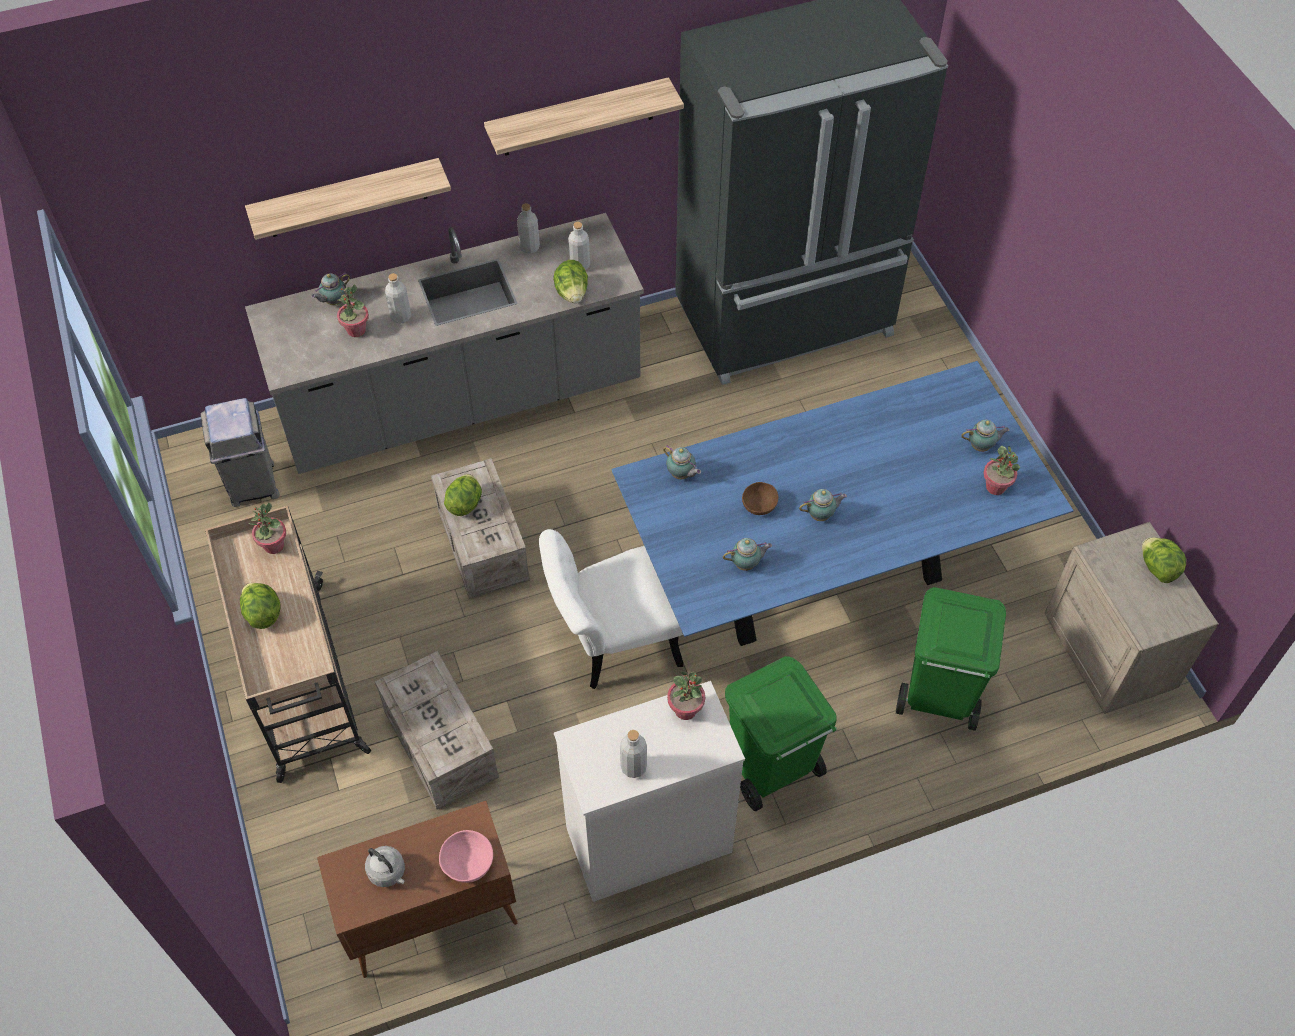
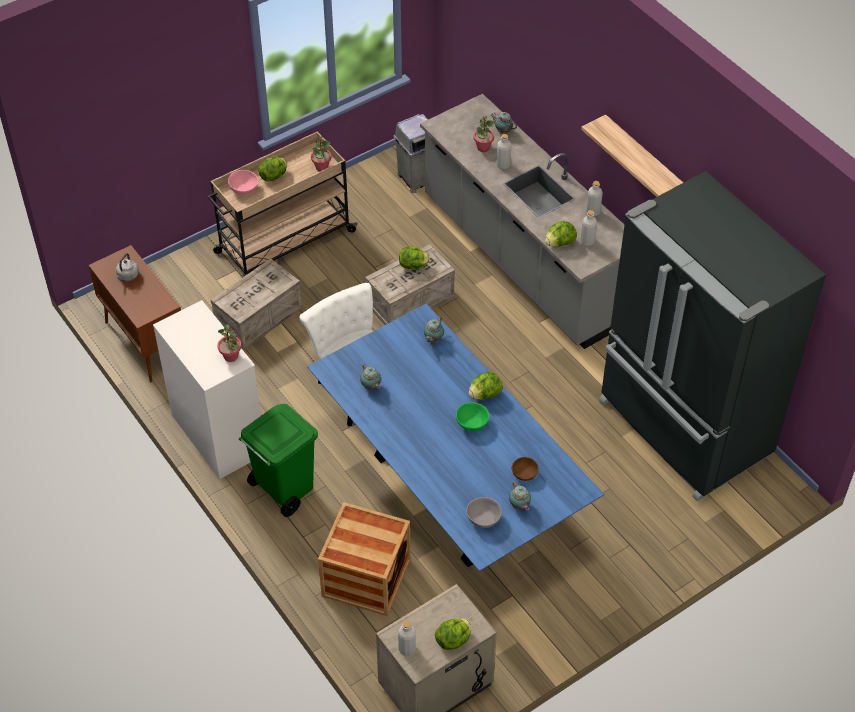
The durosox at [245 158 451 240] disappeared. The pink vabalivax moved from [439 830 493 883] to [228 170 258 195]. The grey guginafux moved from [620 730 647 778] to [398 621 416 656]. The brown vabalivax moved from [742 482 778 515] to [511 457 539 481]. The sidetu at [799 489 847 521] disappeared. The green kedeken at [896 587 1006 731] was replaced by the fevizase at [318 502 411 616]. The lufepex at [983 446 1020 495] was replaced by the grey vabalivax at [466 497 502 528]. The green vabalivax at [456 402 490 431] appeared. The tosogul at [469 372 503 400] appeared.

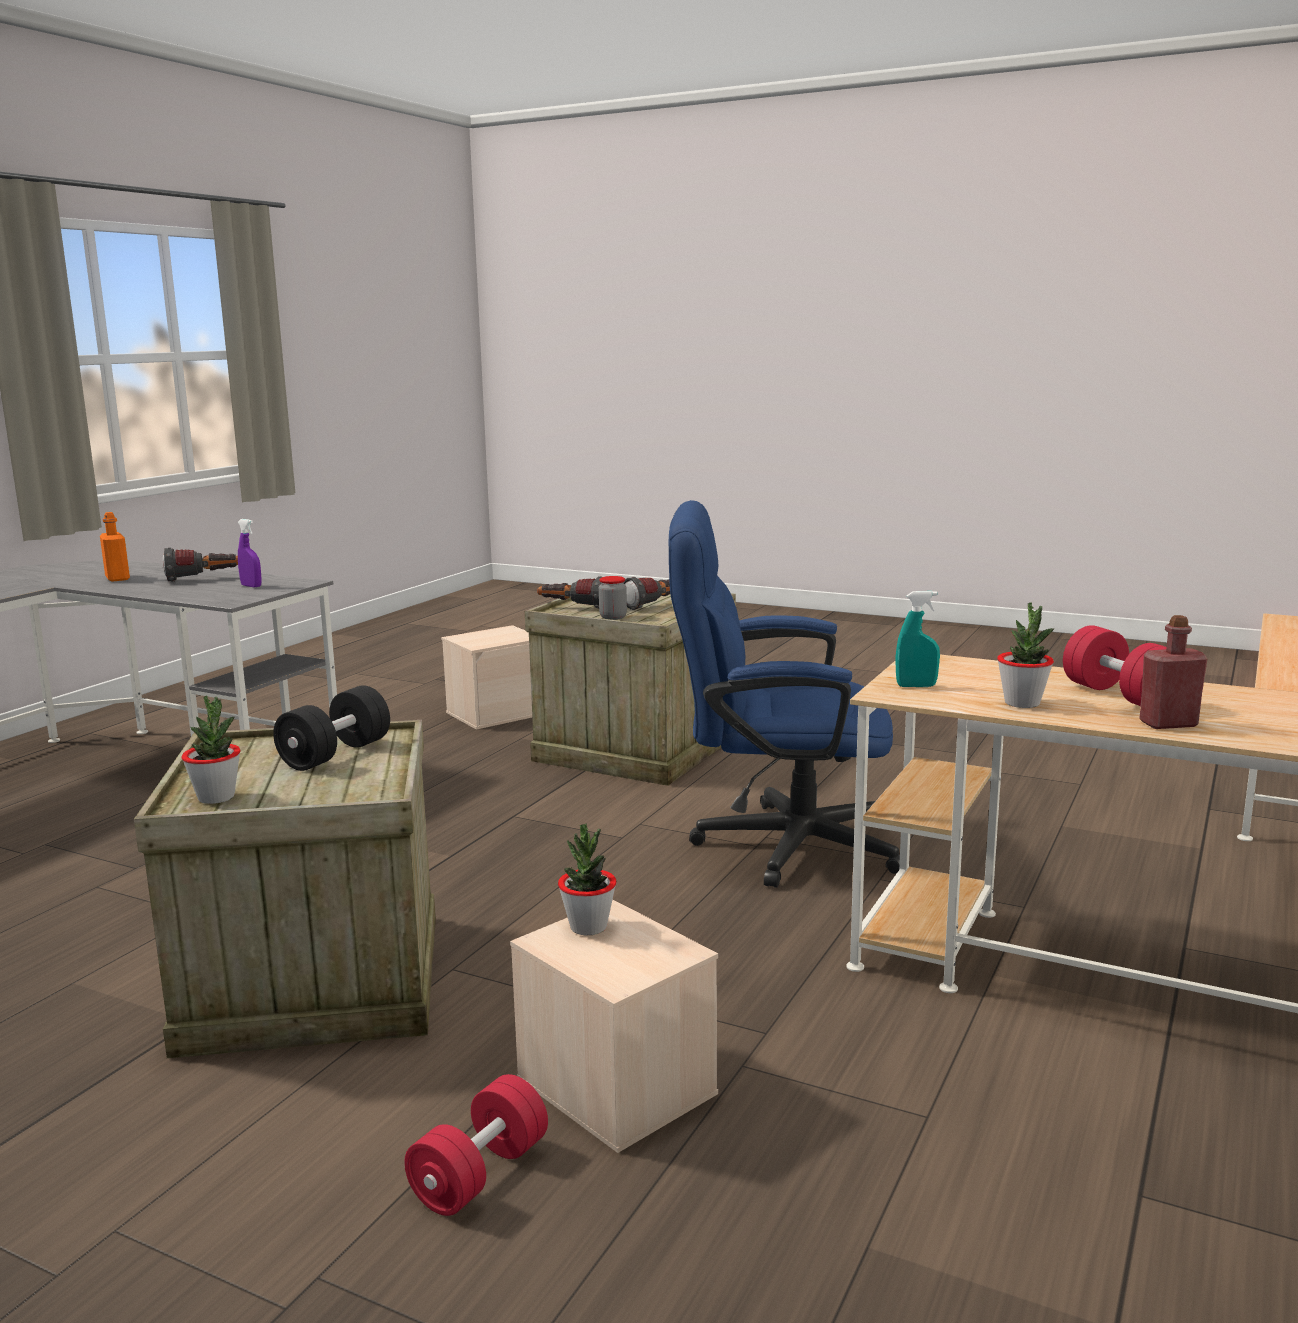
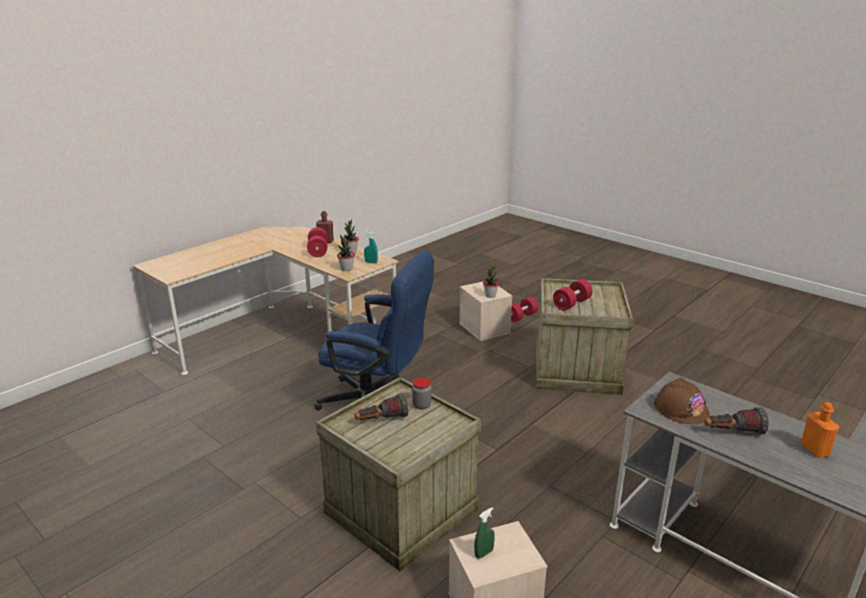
The lufepex moved from [182 696 240 804] to [337 235 355 271]. The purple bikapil at [238 519 262 587] was replaced by the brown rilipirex at [654 378 710 424]. The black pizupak at [273 685 390 771] became the red pizupak at [553 279 593 310]. The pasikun at [537 576 602 608] disappeared. The green bikapil at [474 507 495 559] appeared.

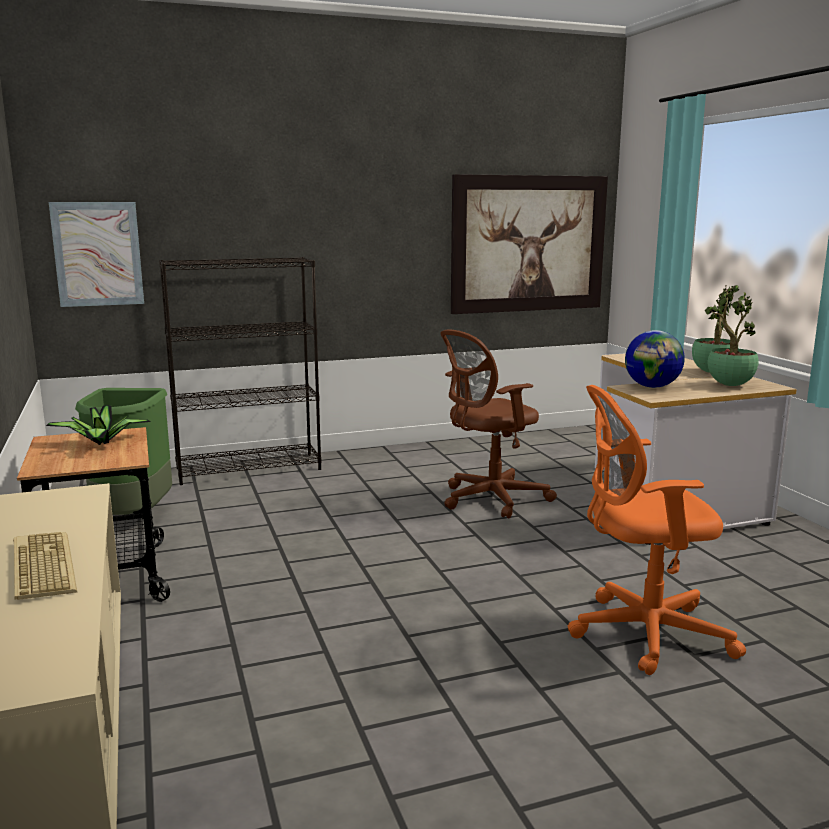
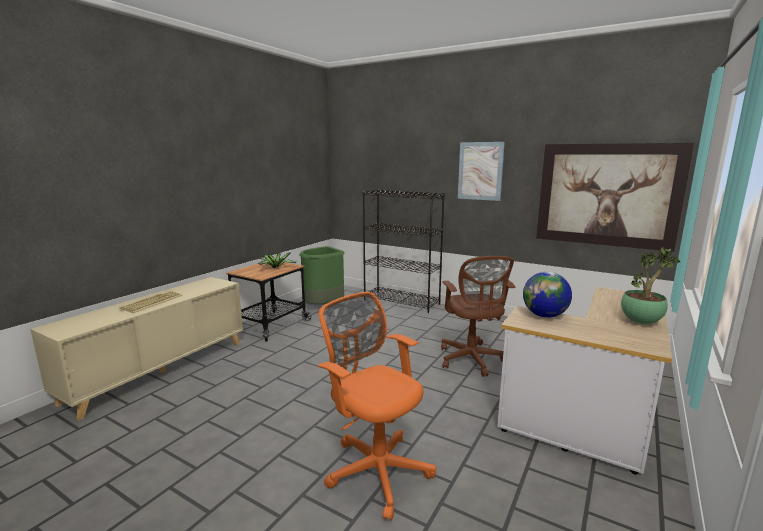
The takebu moved from [49 202 144 307] to [458 142 505 201]. The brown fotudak at [441 329 557 519] turned 120 degrees counterclockwise. The lufepex at [705 291 759 386] disappeared.

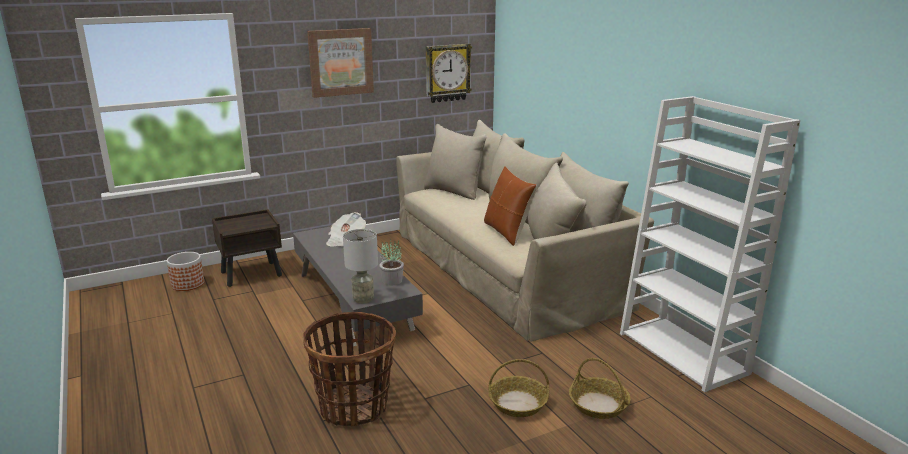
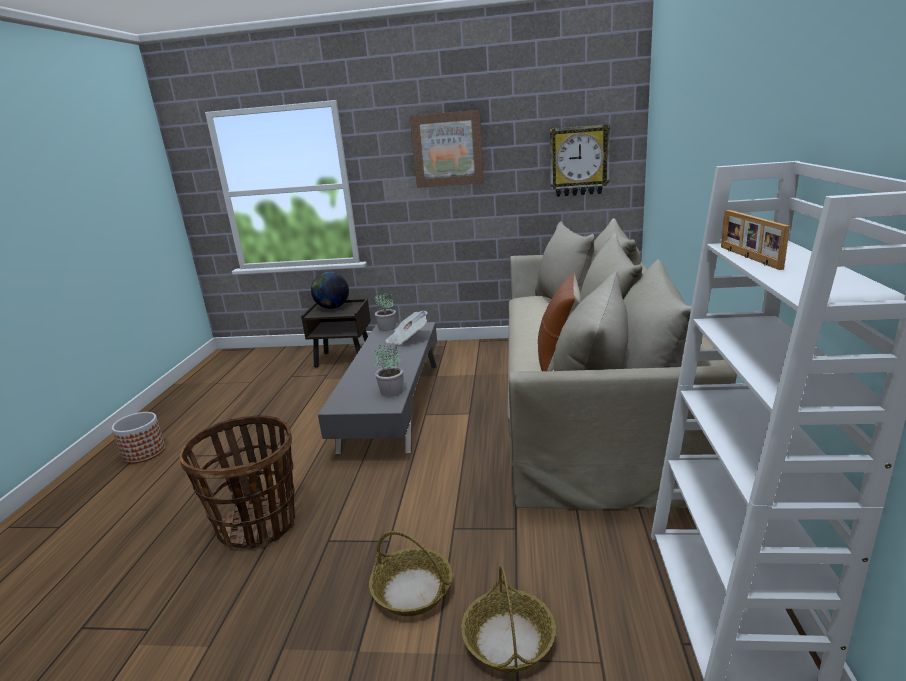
The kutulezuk moved from [167 252 204 291] to [112 412 165 463]. The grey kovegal at [343 229 378 304] disappeared. The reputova at [311 272 349 309] appeared. The lufepex at [375 292 396 331] appeared. The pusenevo at [721 210 790 270] appeared.

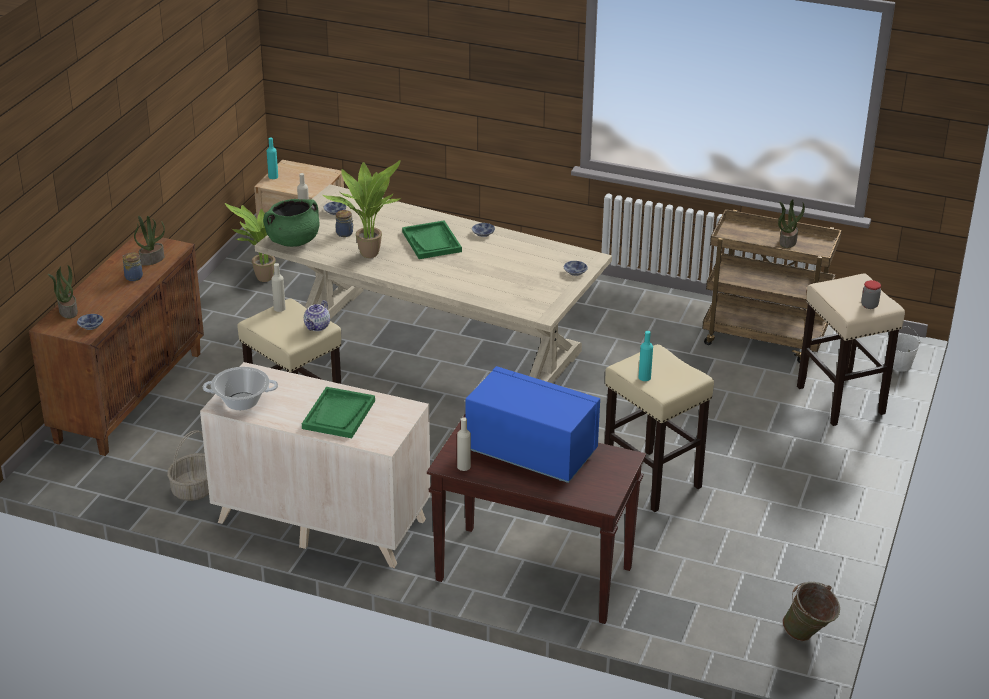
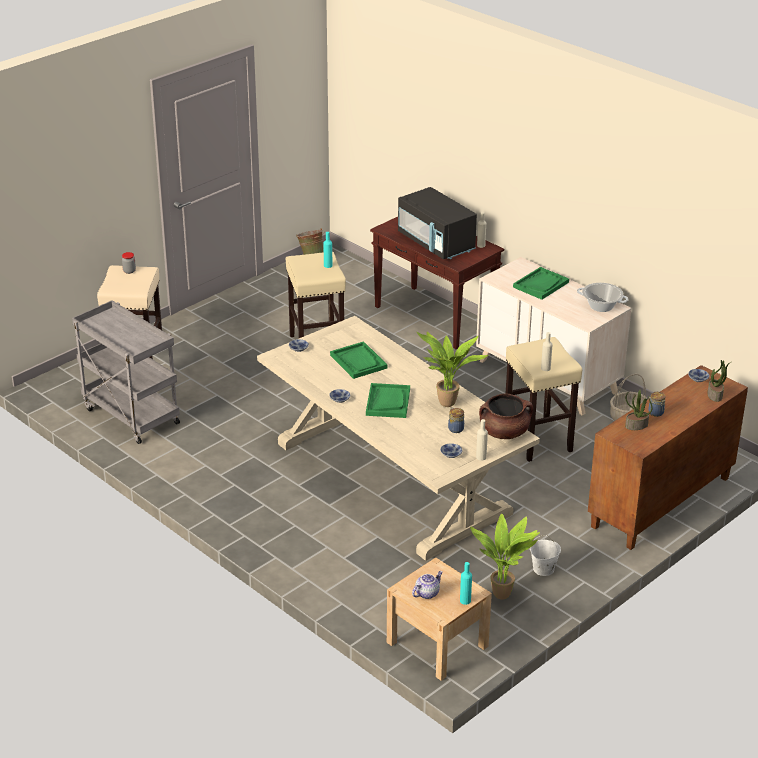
The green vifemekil at [263 199 319 247] became the brown vifemekil at [479 393 533 439]. The sidetu moved from [304 300 330 331] to [412 571 443 599]. The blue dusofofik at [465 366 600 483] became the black dusofofik at [398 187 477 259]. The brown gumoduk at [703 209 842 363] became the grey gumoduk at [72 300 180 444]. The lufepex at [778 199 805 248] disappeared. The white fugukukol moved from [888 326 920 372] to [530 535 561 576]. The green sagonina at [330 341 387 379] appeared.

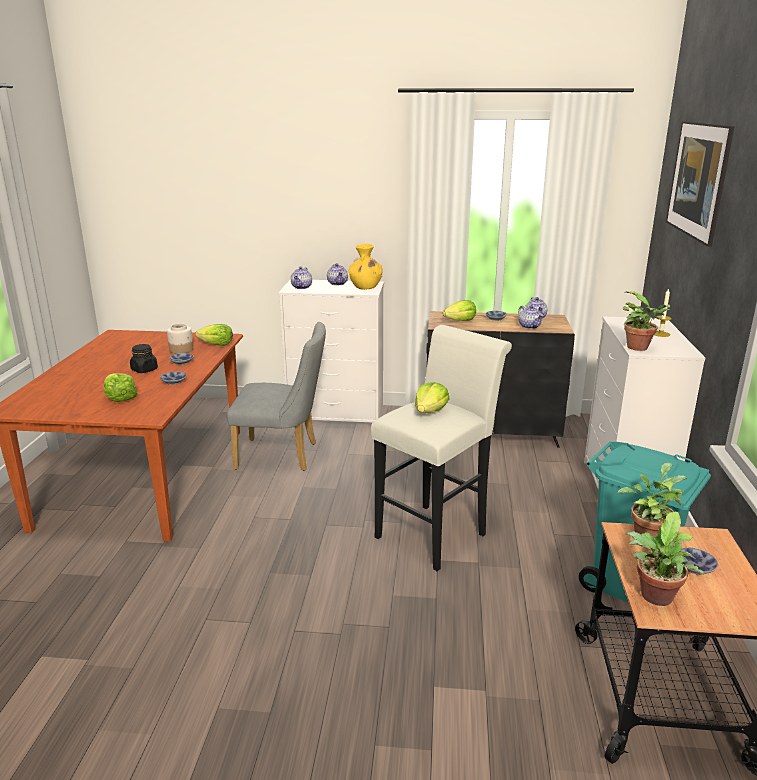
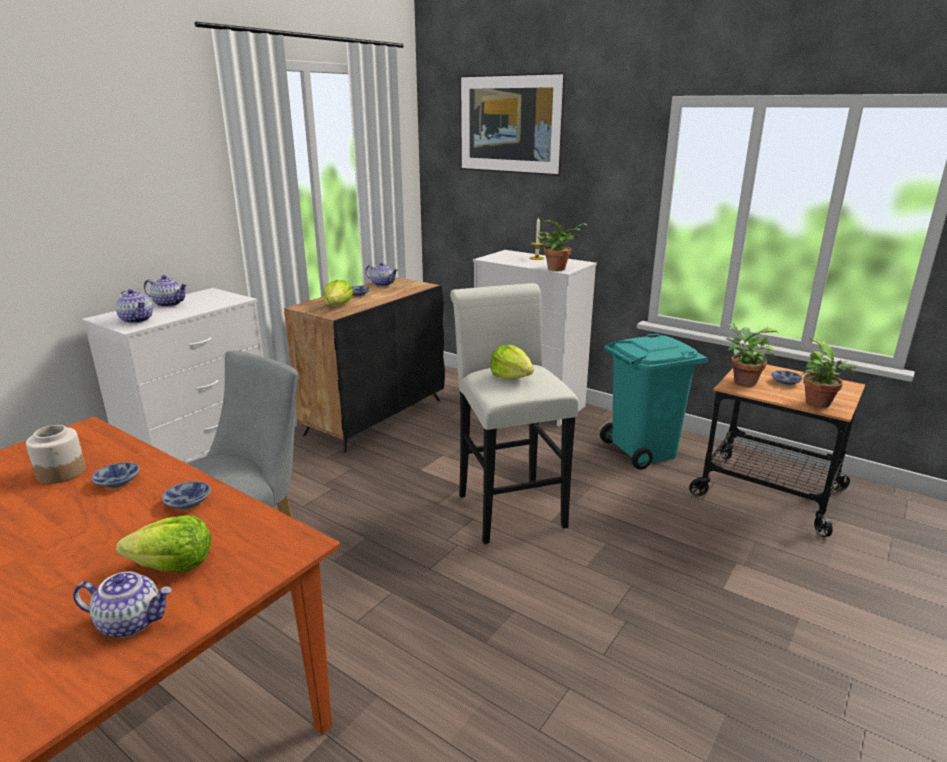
The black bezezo at [130 344 158 373] disappeared. The tosogul at [196 324 233 346] disappeared. The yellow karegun at [348 244 383 290] disappeared. The sidetu moved from [518 305 544 329] to [73 572 172 638].

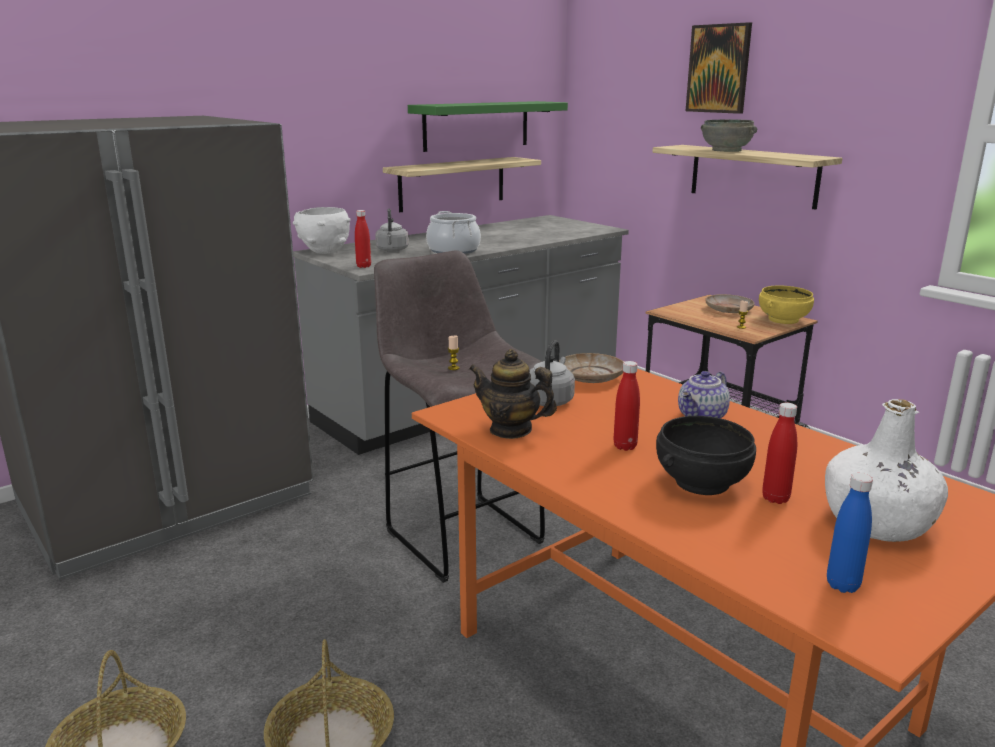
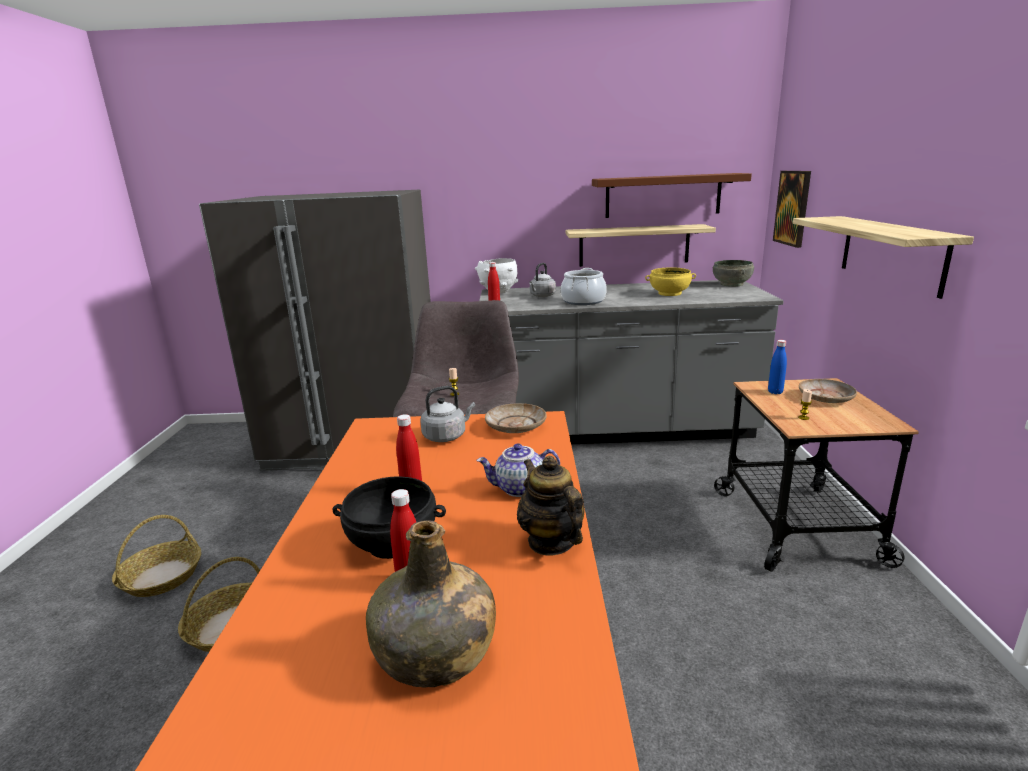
The green durosox at [408 101 568 152] became the brown durosox at [592 173 752 218]. The sidetu moved from [469 349 557 439] to [517 456 585 556]. The takebu moved from [686 22 752 114] to [773 171 811 248]. The grey vabalivax moved from [701 119 757 152] to [713 260 754 287]. The yellow vabalivax moved from [759 285 814 324] to [645 267 696 296]. The white guginafux at [825 399 948 542] became the green guginafux at [366 520 496 688]. The blue guginafux moved from [827 473 873 593] to [768 340 787 394].

